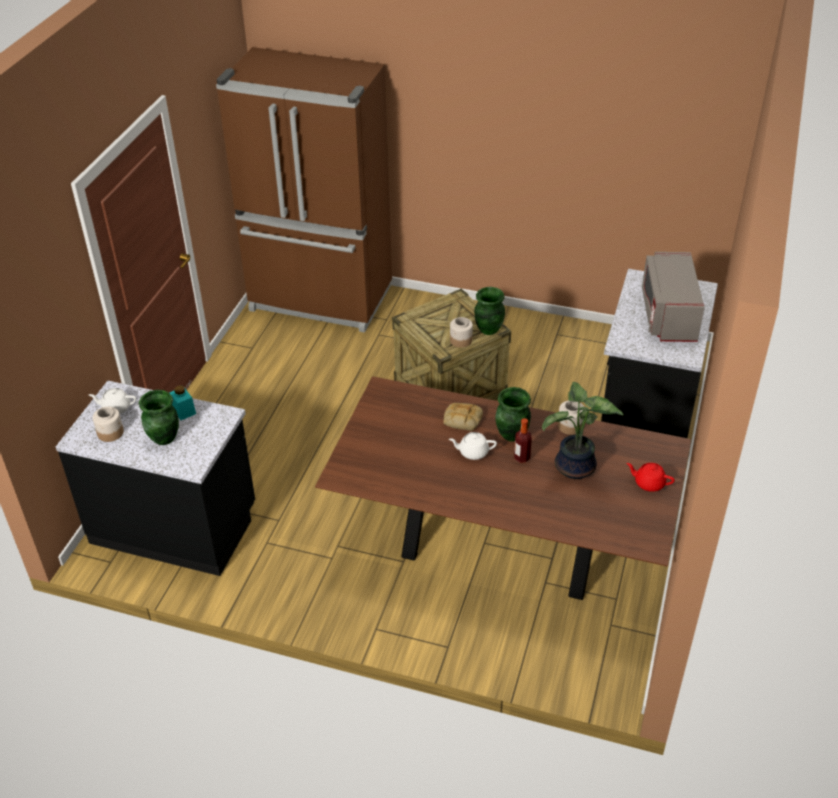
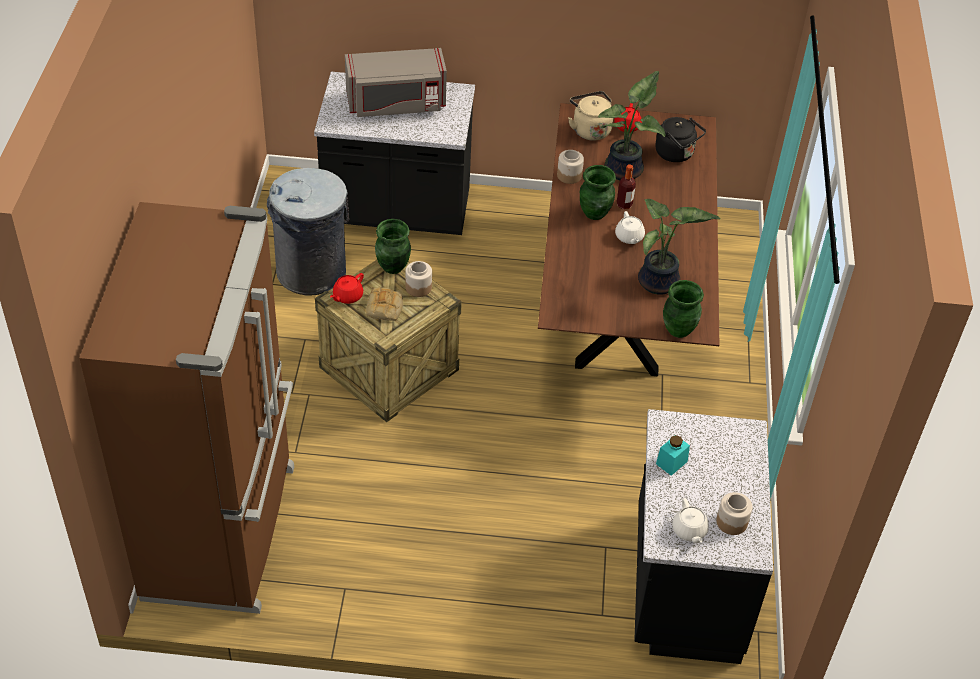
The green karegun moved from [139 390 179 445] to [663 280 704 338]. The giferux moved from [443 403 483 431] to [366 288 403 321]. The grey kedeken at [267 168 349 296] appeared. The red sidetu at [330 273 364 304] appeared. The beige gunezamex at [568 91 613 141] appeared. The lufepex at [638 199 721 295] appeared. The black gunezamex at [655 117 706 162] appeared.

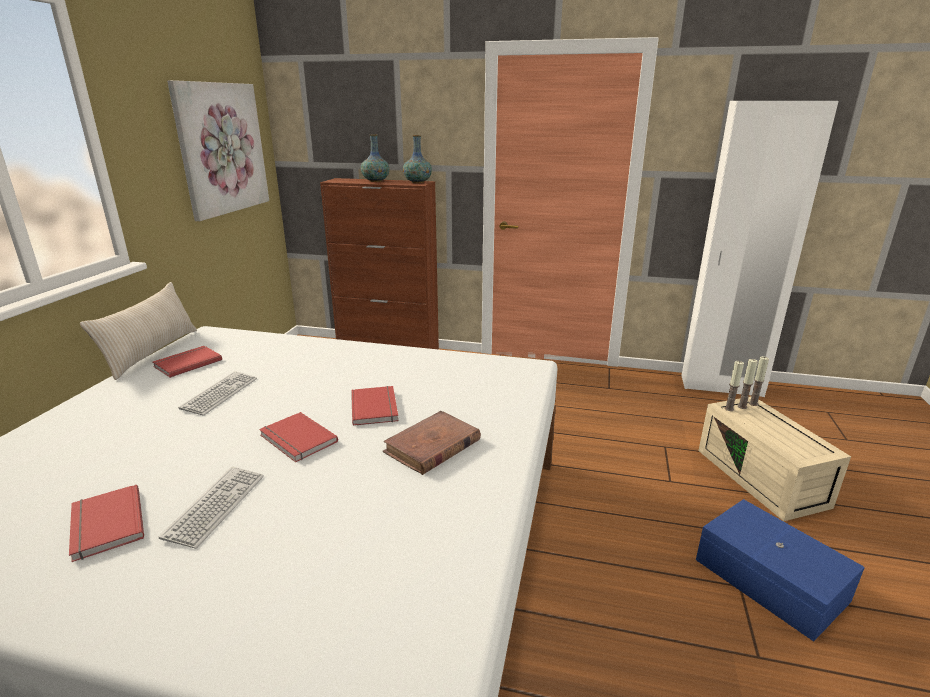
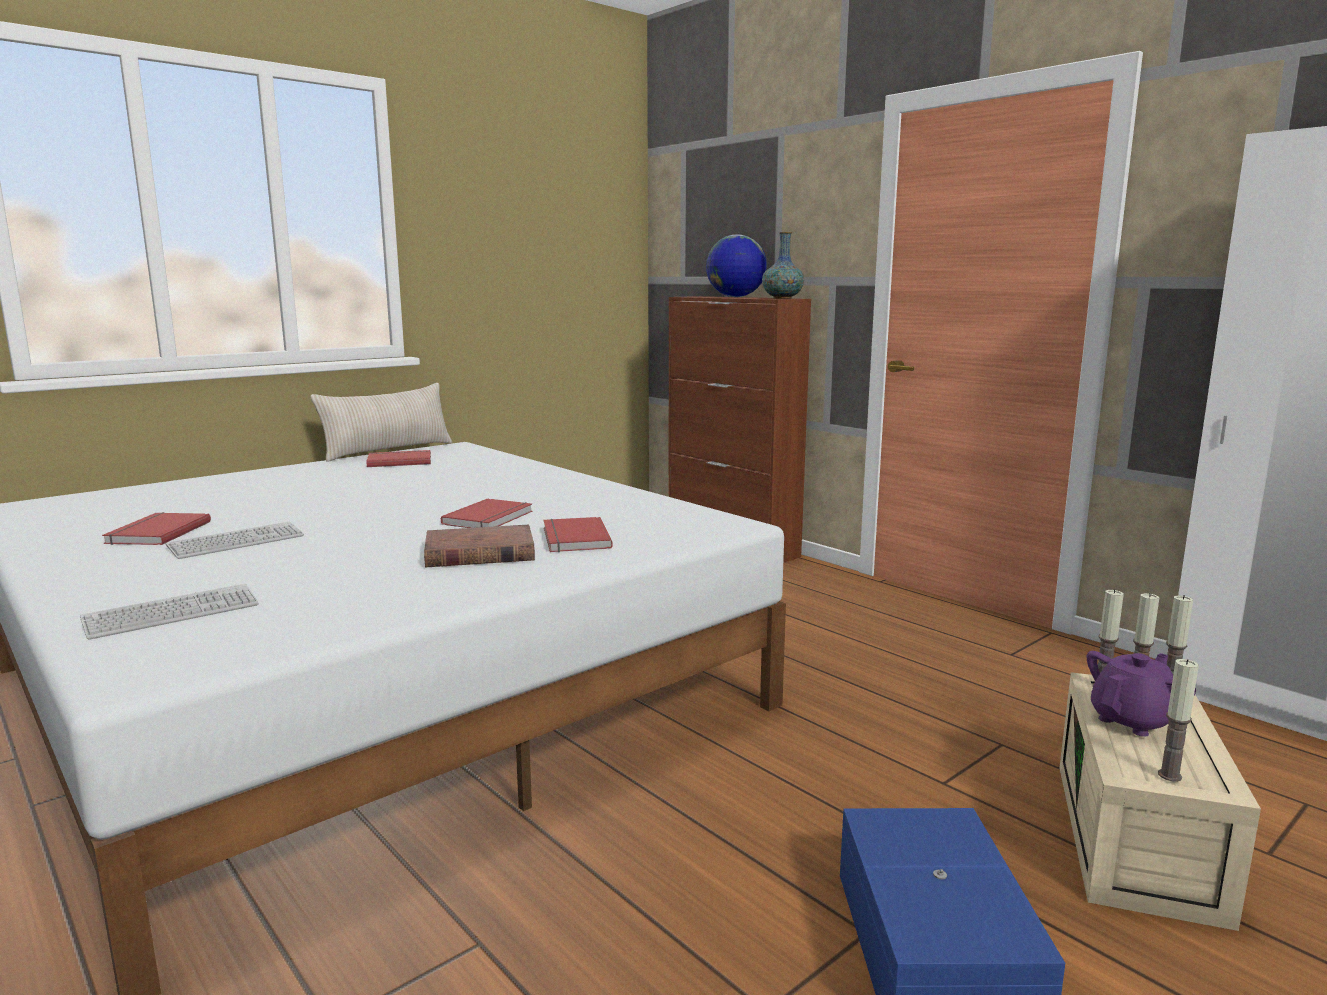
The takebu at [167 80 269 221] disappeared. The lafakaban moved from [178 371 257 416] to [80 584 259 640]. The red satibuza moved from [259 412 338 462] to [544 517 613 552]. The karegun at [361 135 390 182] was replaced by the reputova at [706 234 767 297]. The purple sidetu at [1087 651 1196 737] appeared. The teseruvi at [1158 659 1199 782] appeared.

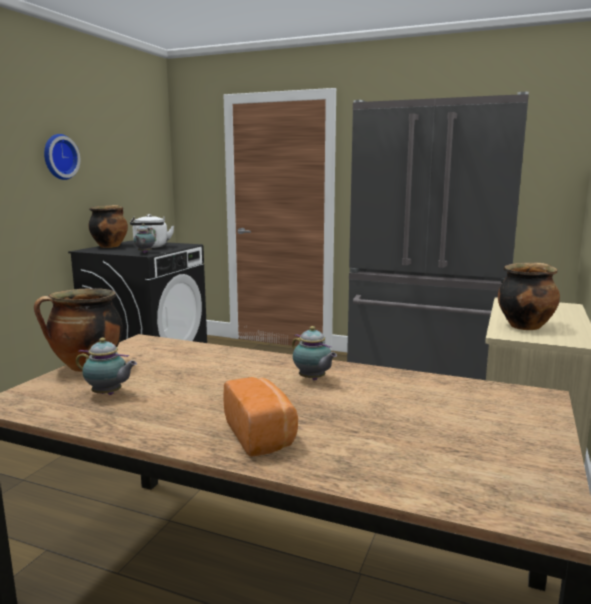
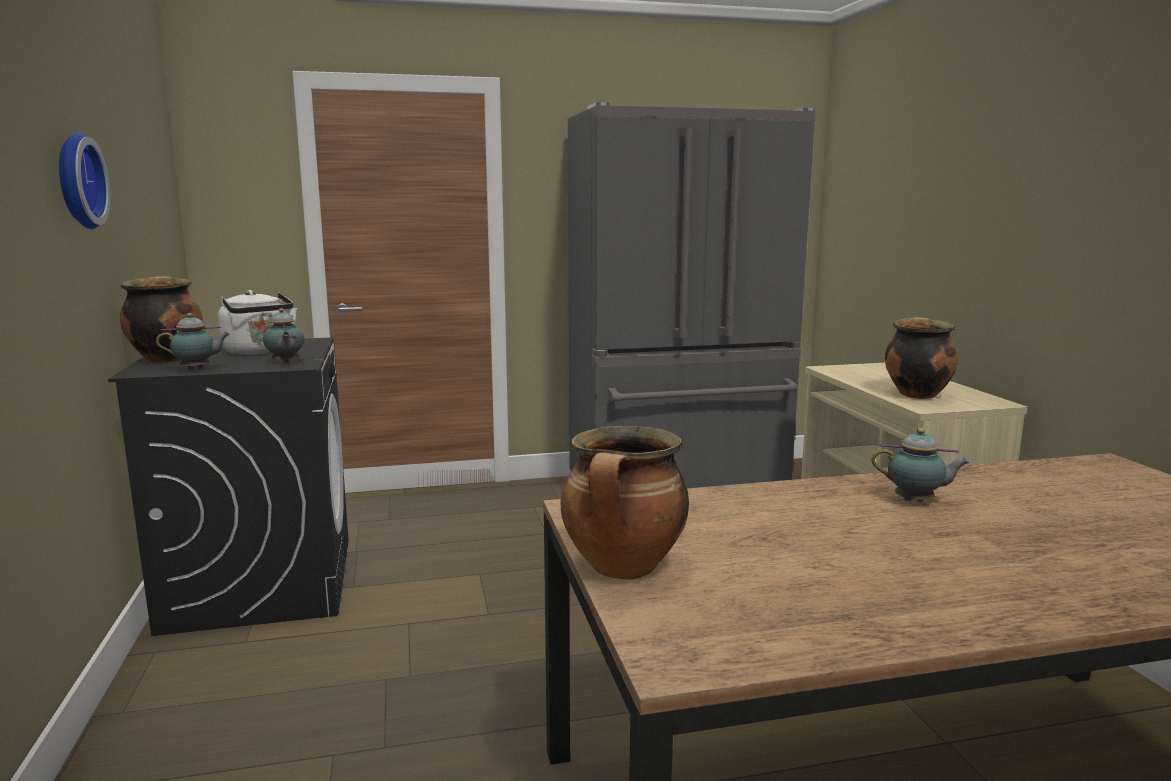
The sidetu moved from [76 338 137 395] to [156 313 230 370]. The giferux at [224 377 298 457] disappeared.

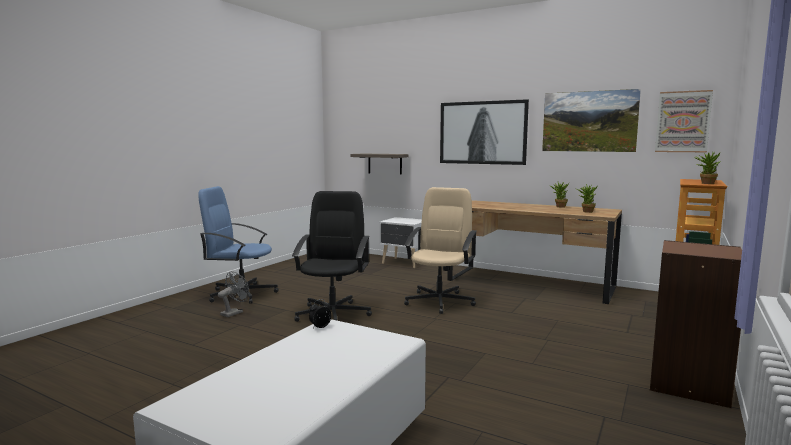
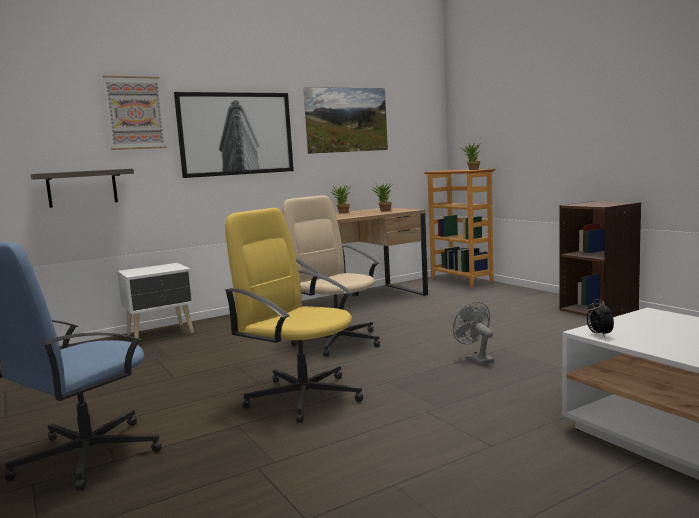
The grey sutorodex moved from [218 271 249 317] to [453 302 494 365]. The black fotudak at [292 191 372 322] became the yellow fotudak at [224 208 363 423]. The takebu moved from [655 90 713 152] to [102 76 167 150].

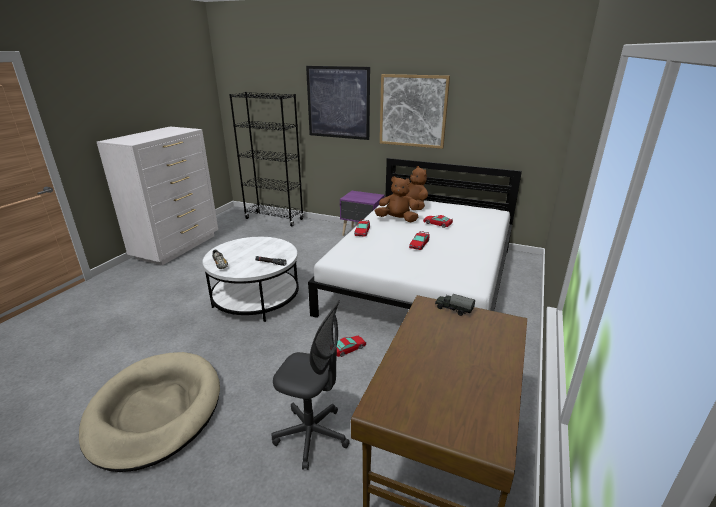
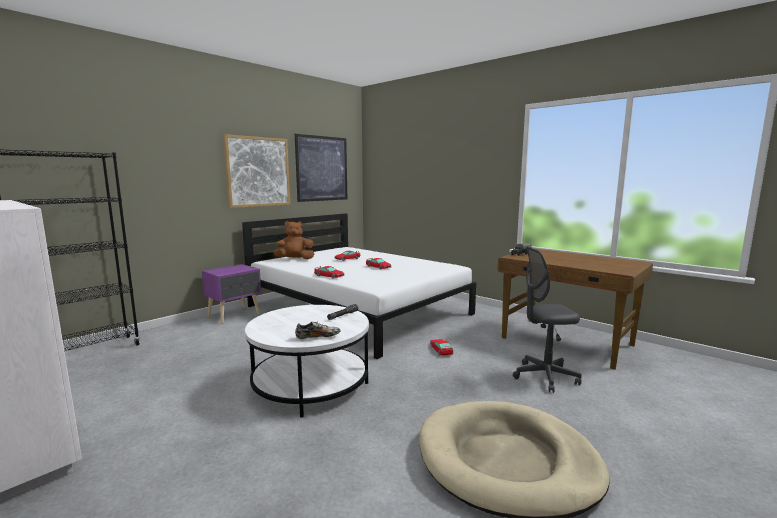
The grey fotudak at [271 300 350 470] turned 135 degrees counterclockwise. The takebu moved from [306 66 370 140] to [295 134 347 202]. The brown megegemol at [375 176 419 222] disappeared.

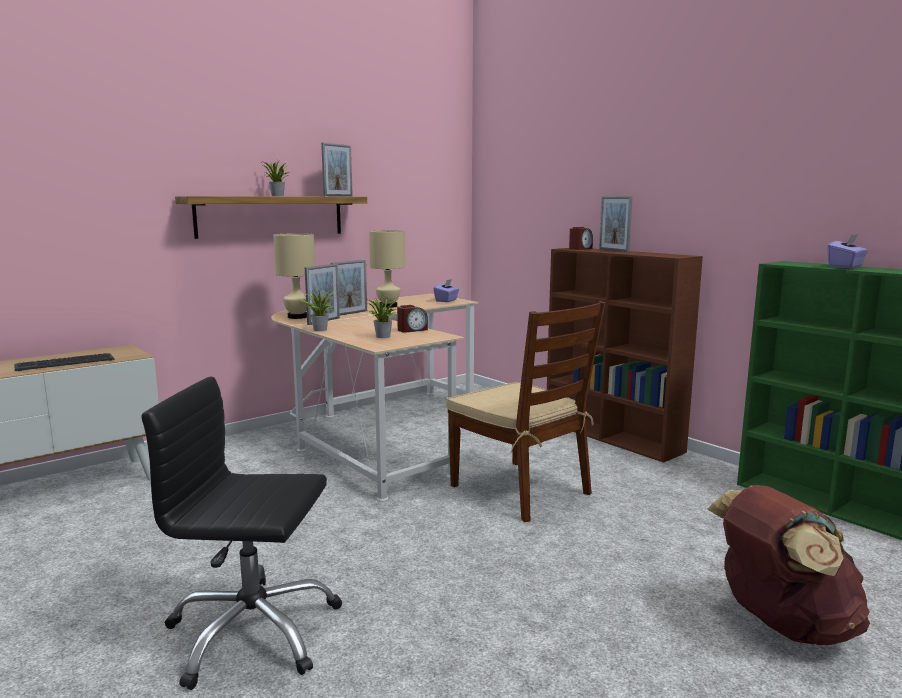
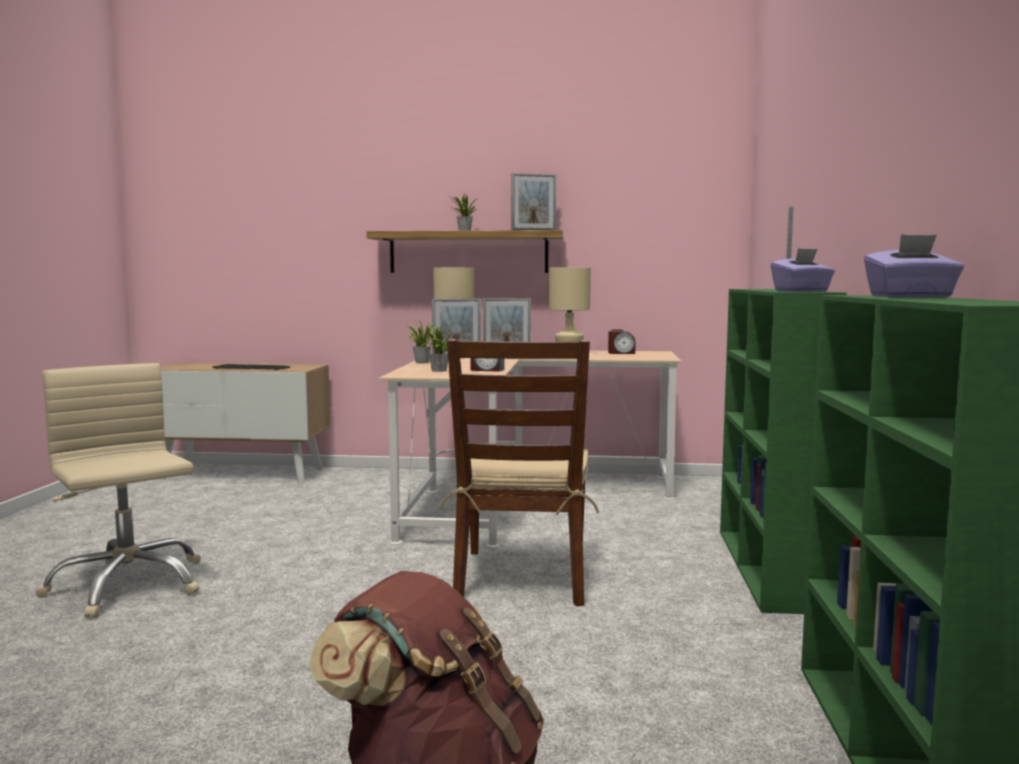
The black fotudak at [141 377 342 690] became the beige fotudak at [36 363 201 618]. The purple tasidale moved from [434 279 459 302] to [771 248 835 292]. The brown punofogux at [547 248 703 463] became the green punofogux at [720 289 847 614]. The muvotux moved from [569 227 593 250] to [608 330 636 354].

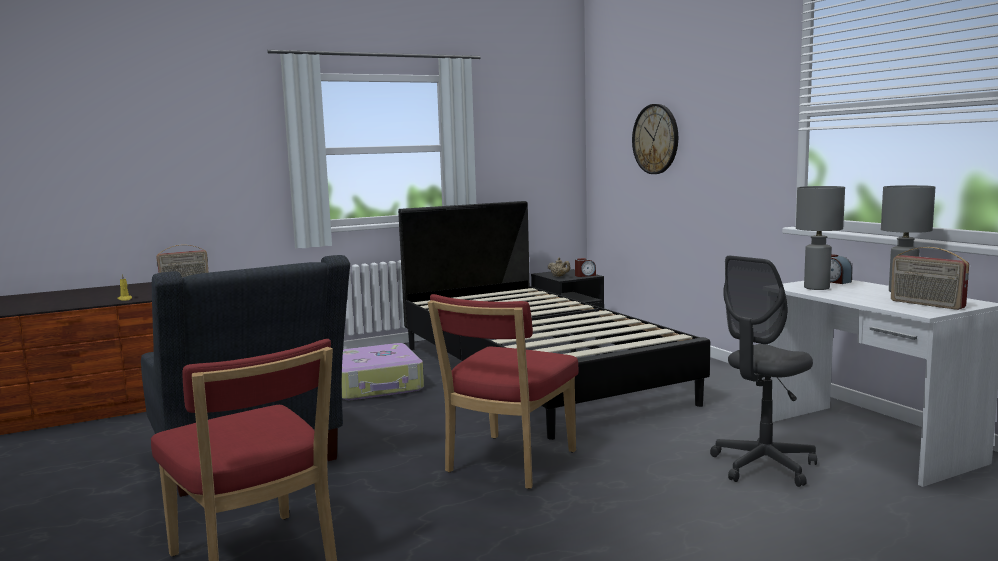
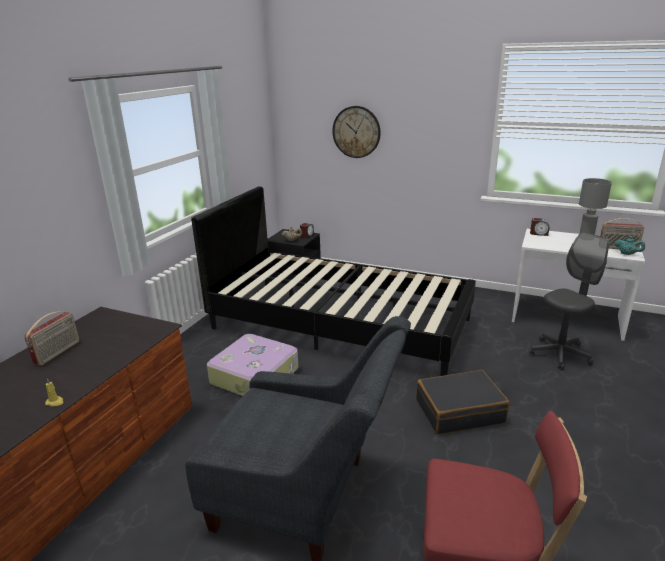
The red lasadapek at [427 294 578 489] was replaced by the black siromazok at [416 370 509 435]. The grey fotudak at [710 256 817 487] turned 135 degrees counterclockwise. The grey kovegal at [796 186 845 290] disappeared. The turquoise sidetu at [615 236 645 255] appeared.

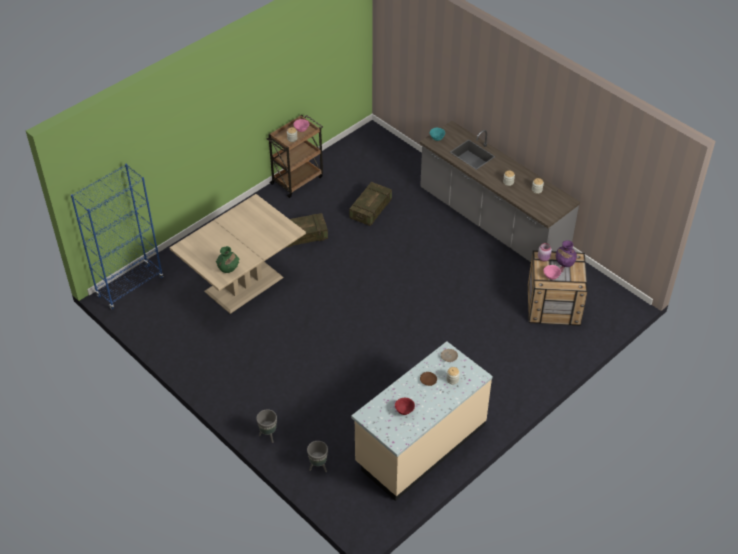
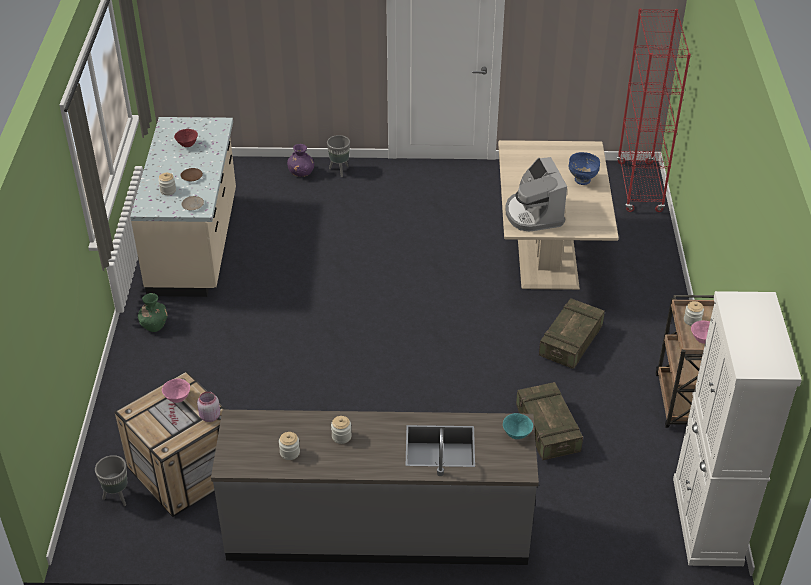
The blue punofogux at [71 163 163 310] became the red punofogux at [617 8 691 212]. The green karegun moved from [216 246 240 273] to [138 293 168 332]. The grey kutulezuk moved from [307 441 328 472] to [95 455 127 506]. The purple karegun moved from [556 240 577 267] to [287 144 314 177]. The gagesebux at [505 157 567 232] appeared. The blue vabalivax at [569 152 600 185] appeared. The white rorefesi at [673 291 802 566] appeared.

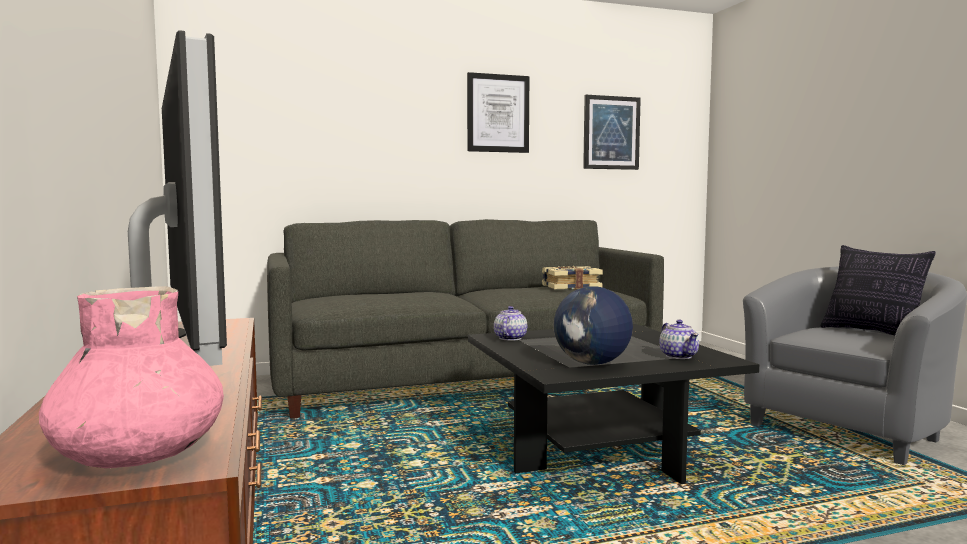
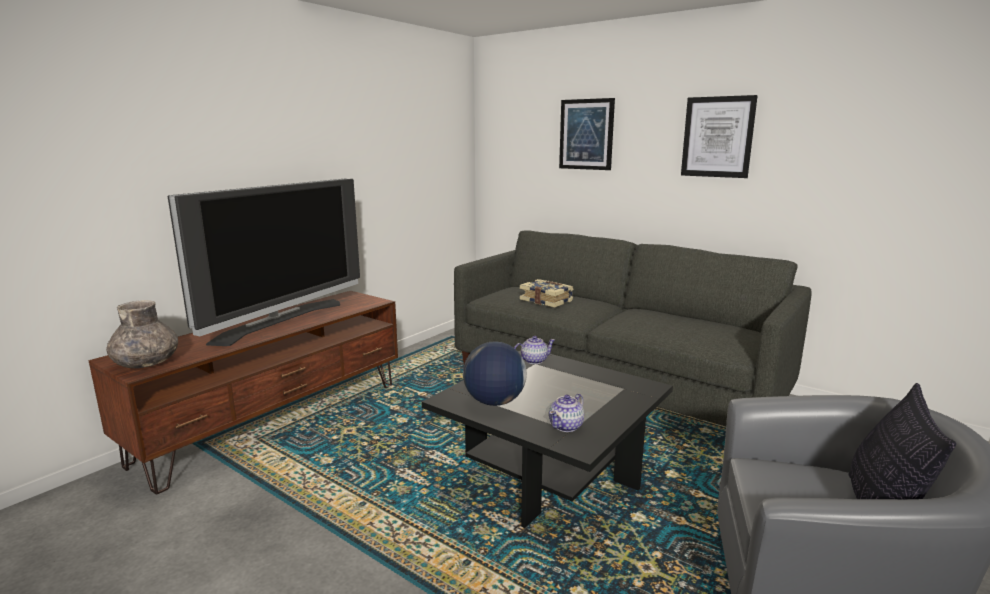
The pink karegun at [39 286 224 468] became the grey karegun at [106 300 178 368]. The satibuza moved from [542 266 603 290] to [520 279 574 308]. The takebu moved from [583 95 641 170] to [559 98 615 170].

